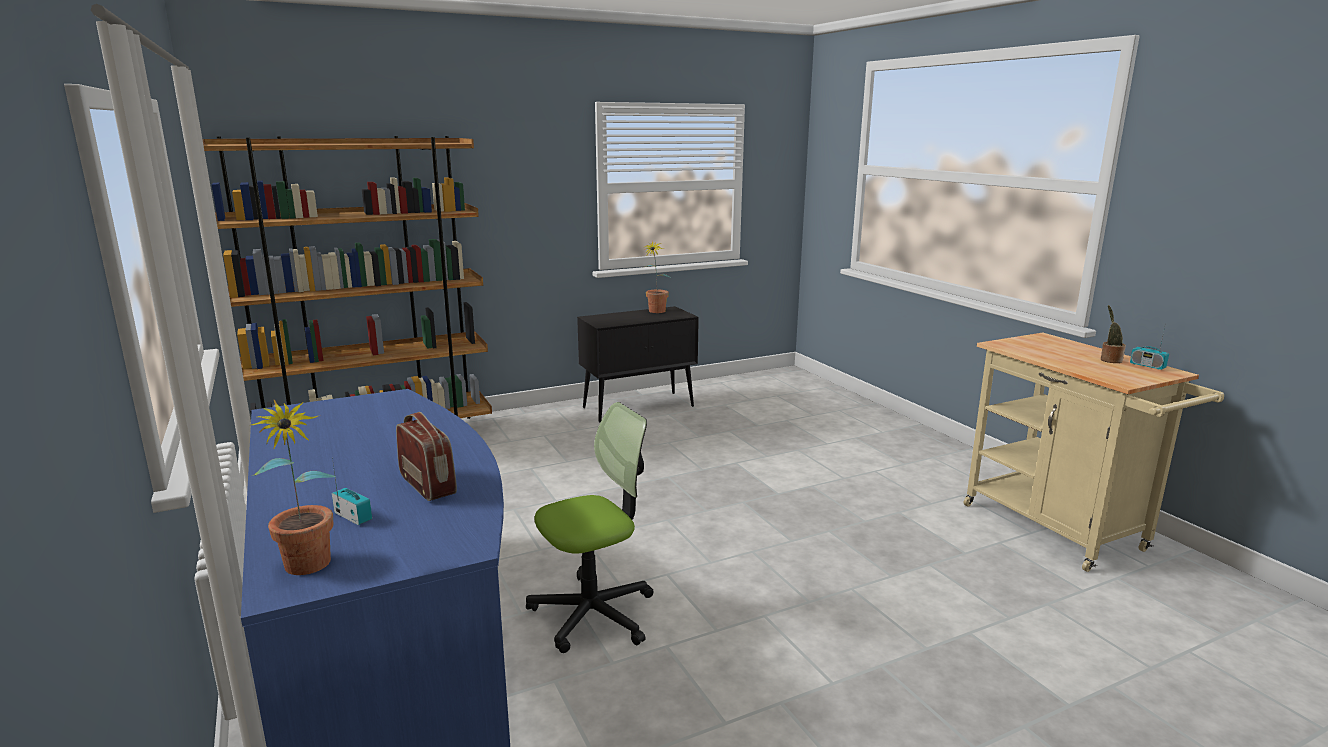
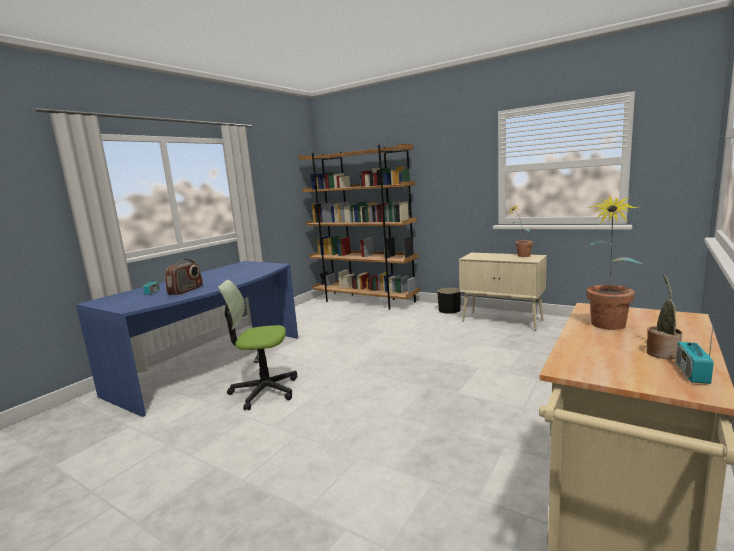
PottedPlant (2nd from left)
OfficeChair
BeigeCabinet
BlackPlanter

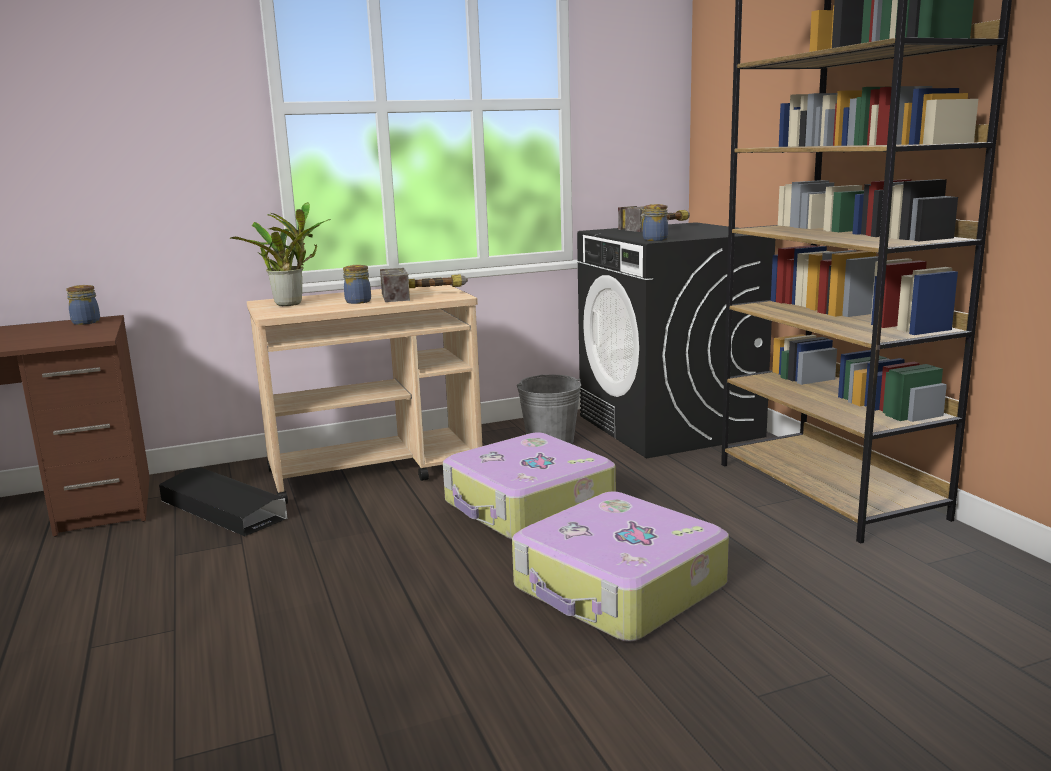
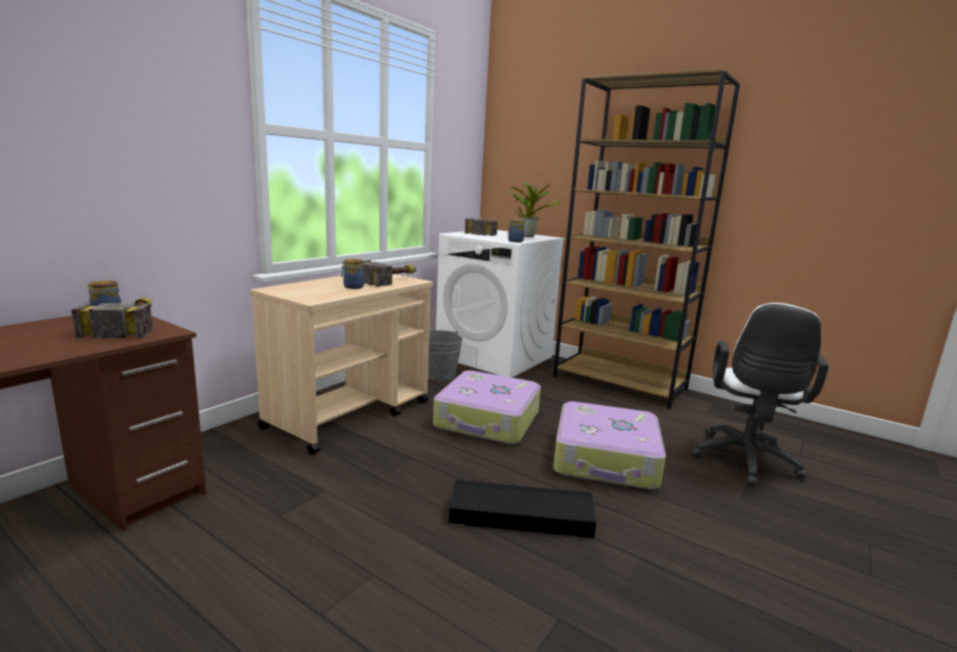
BlackStorageBox
PottedPlant
WhiteWashingMachine
Hammer (1st from left)
WhiteOfficeChair

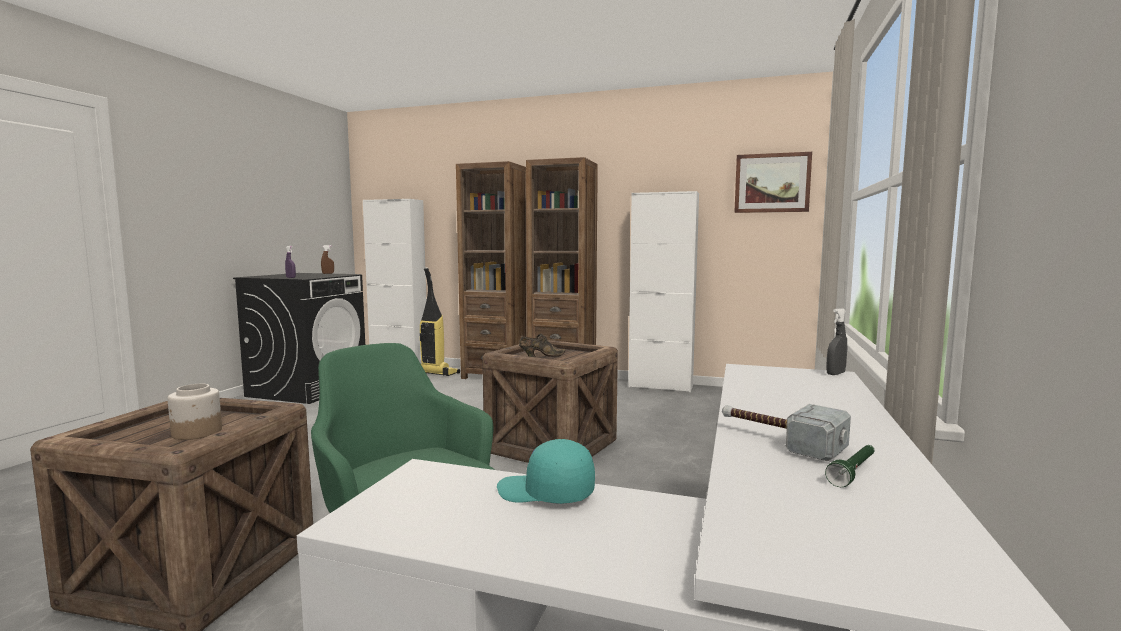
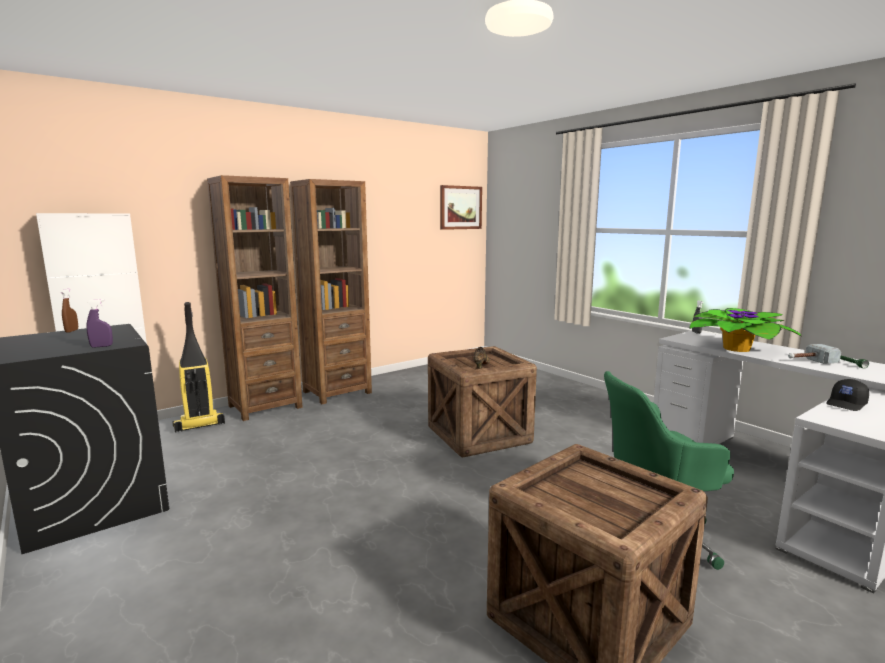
Jar
BlackCap
WhiteCabinet (2nd from left in the first image)
PottedPlant

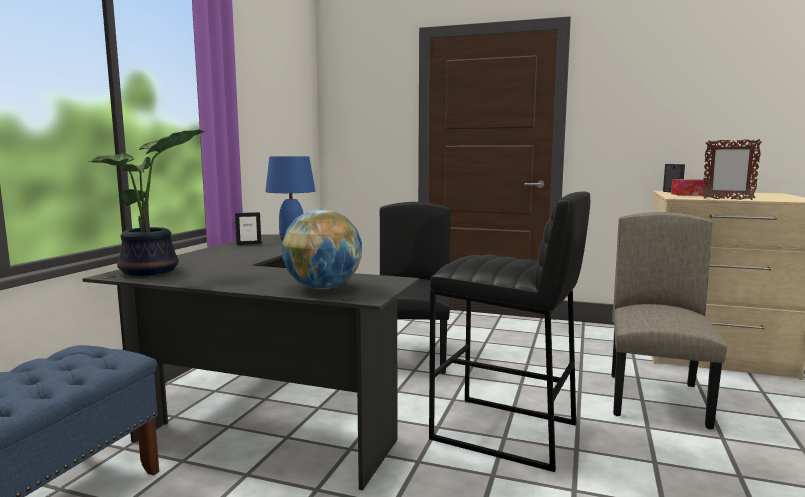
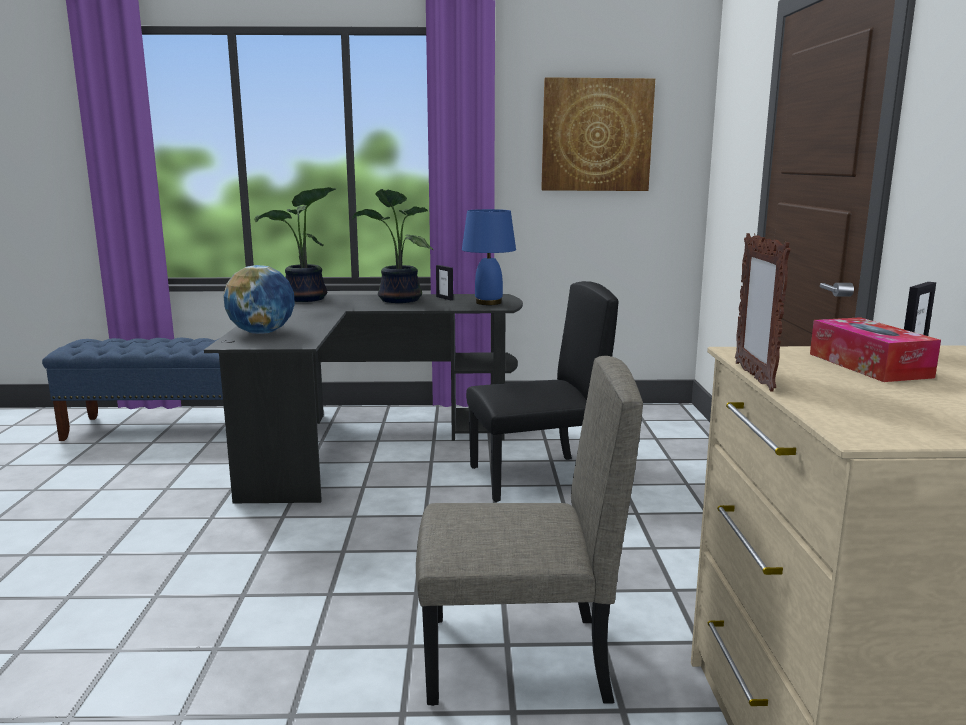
BlackStool
PottedPlant (2nd from left)
Picture

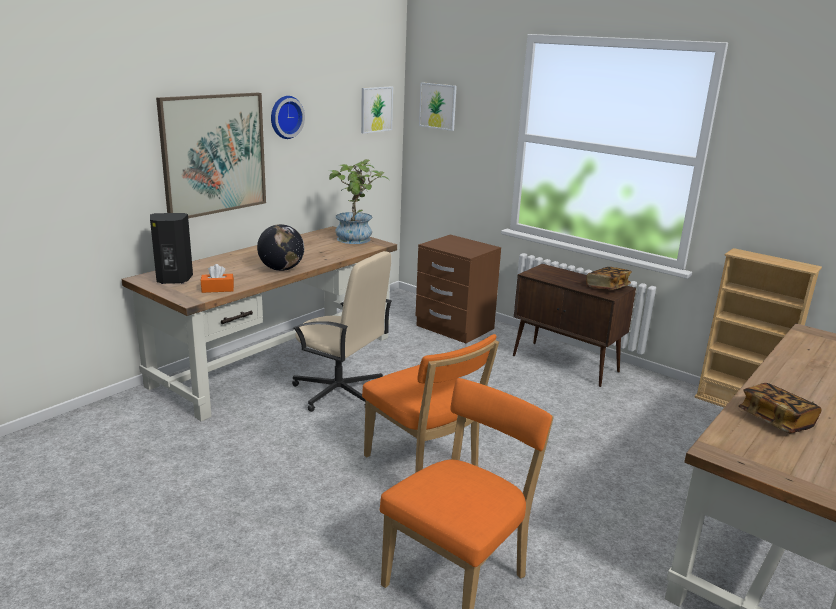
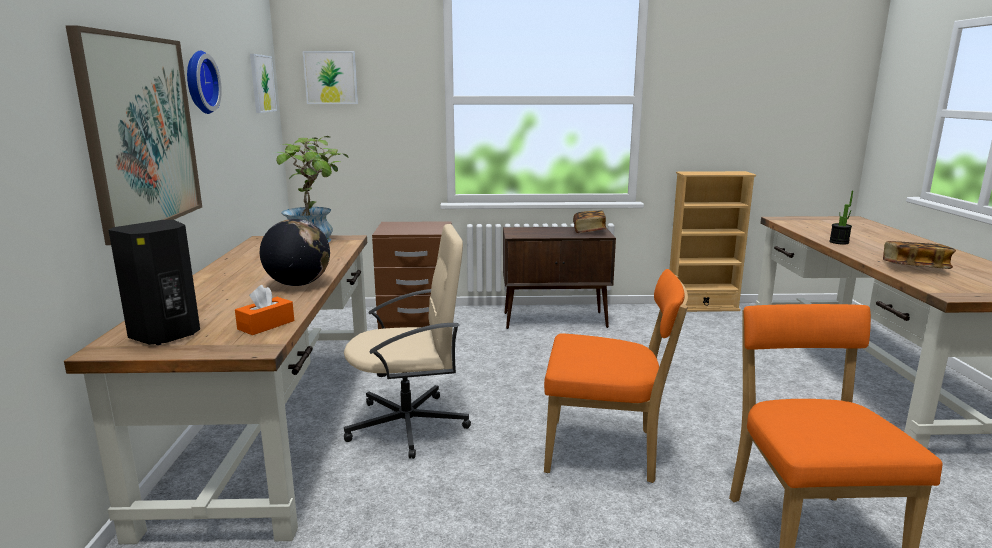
PottedPlant (2nd from left)

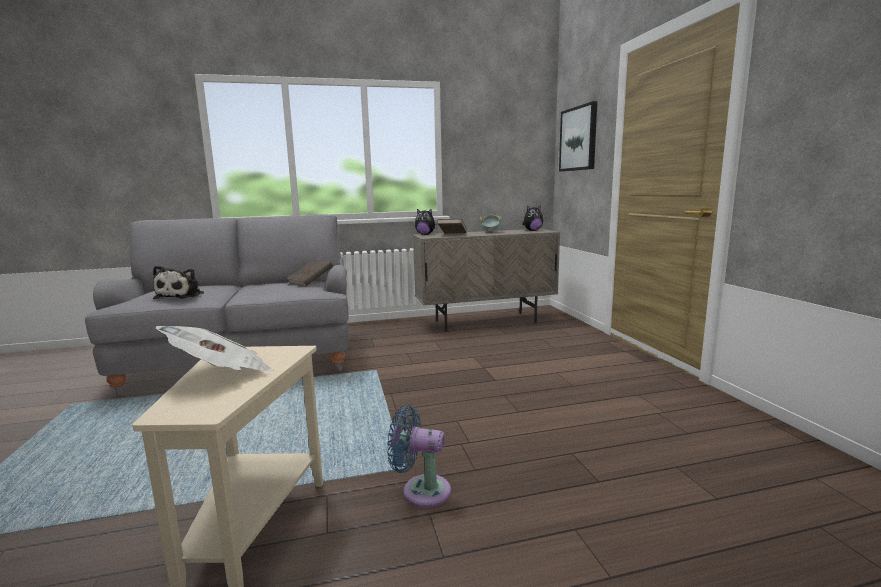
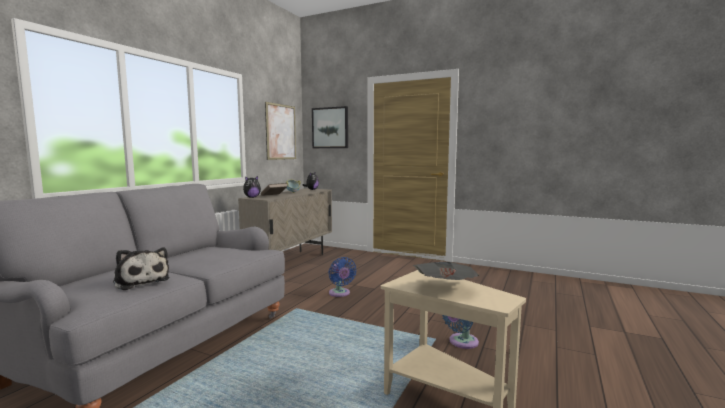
BrownBook (1st from left in the first image)
Picture (1st from left)
BlueFan (1st from left)

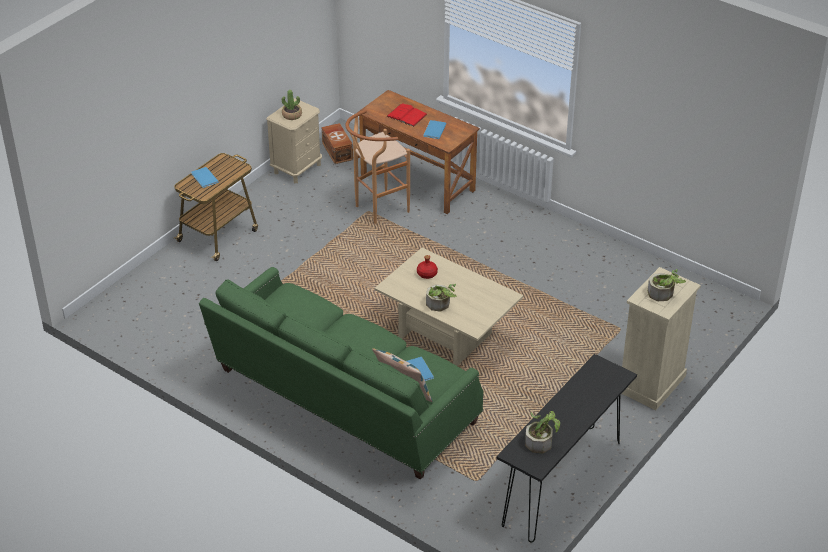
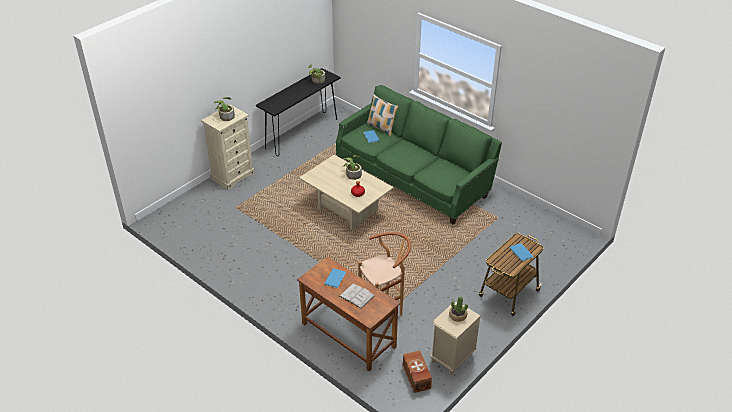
WhiteBook

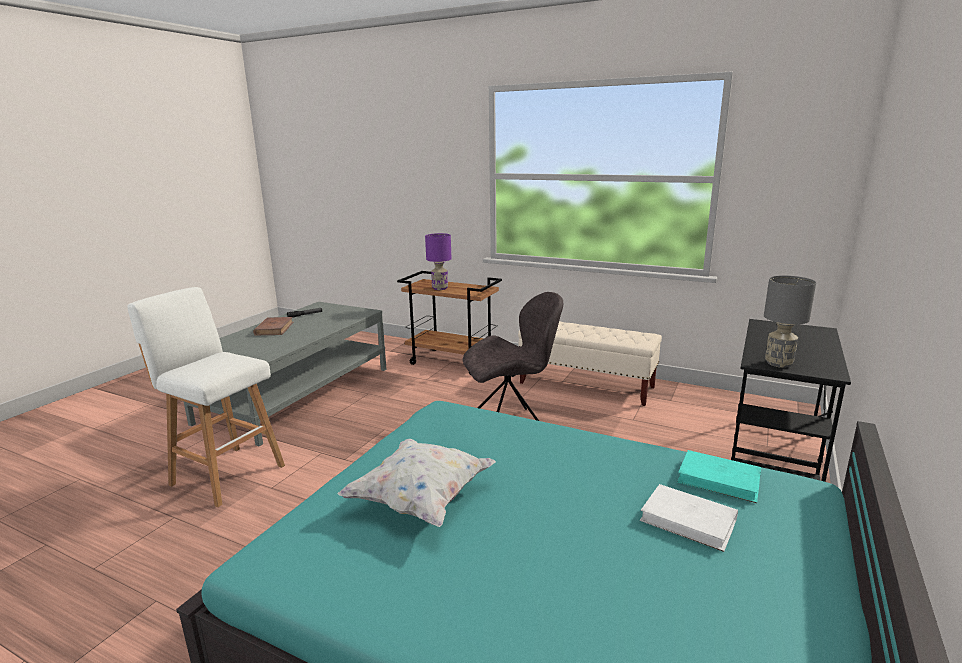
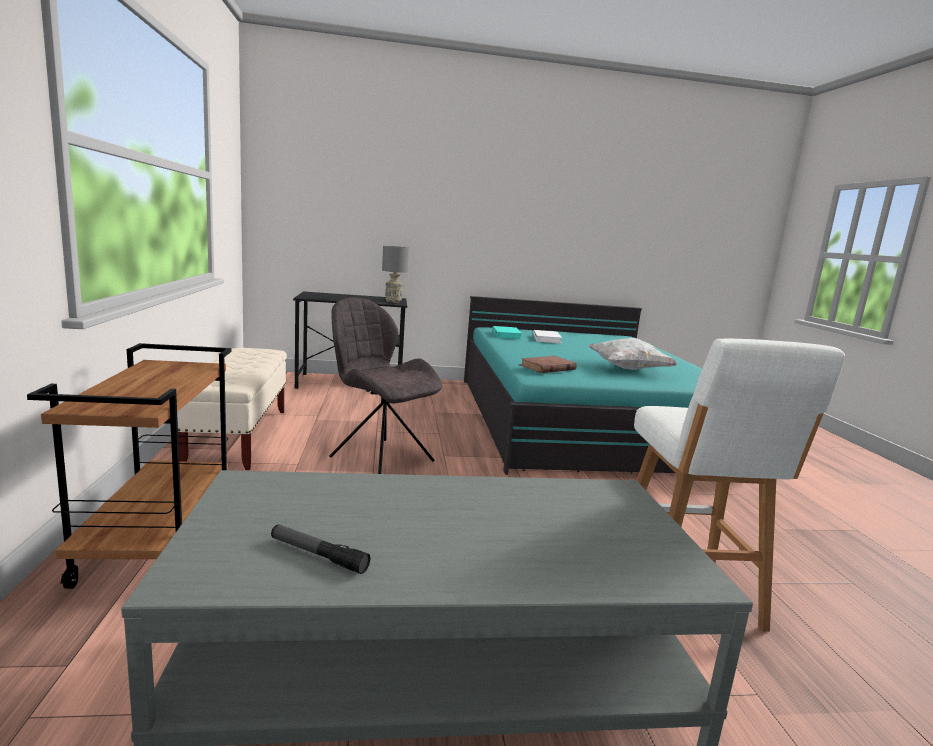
BrownBook
PurpleTableLamp

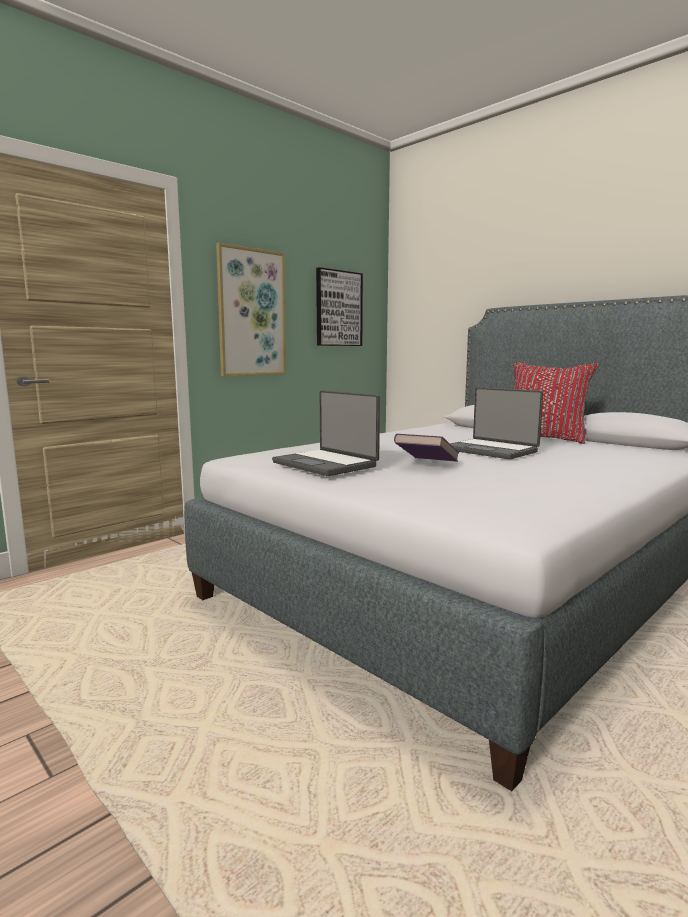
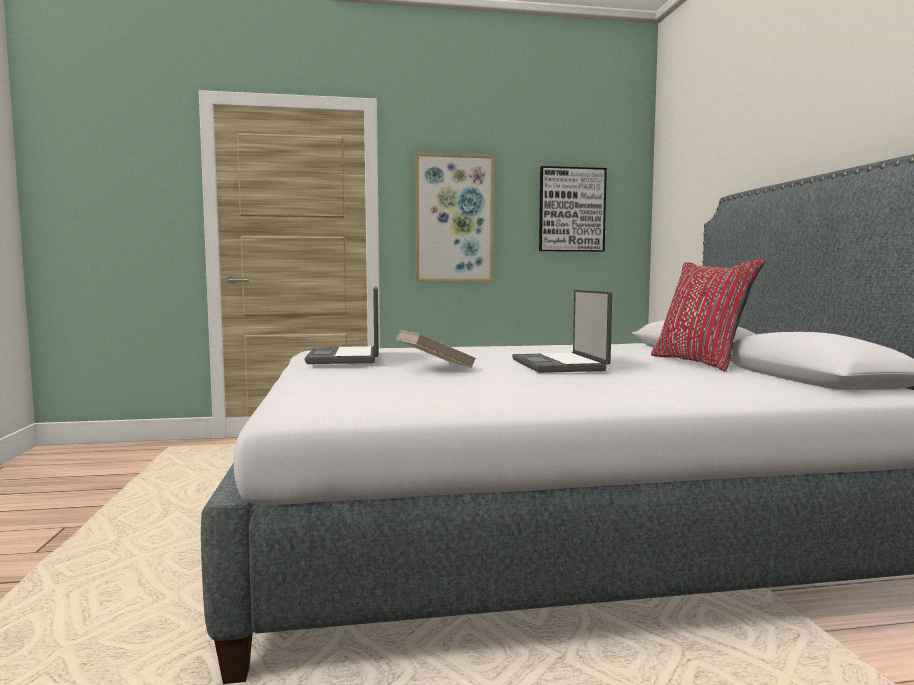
BeigeBook

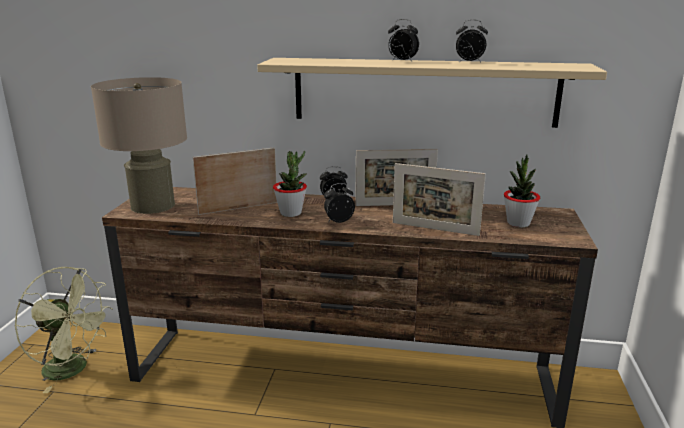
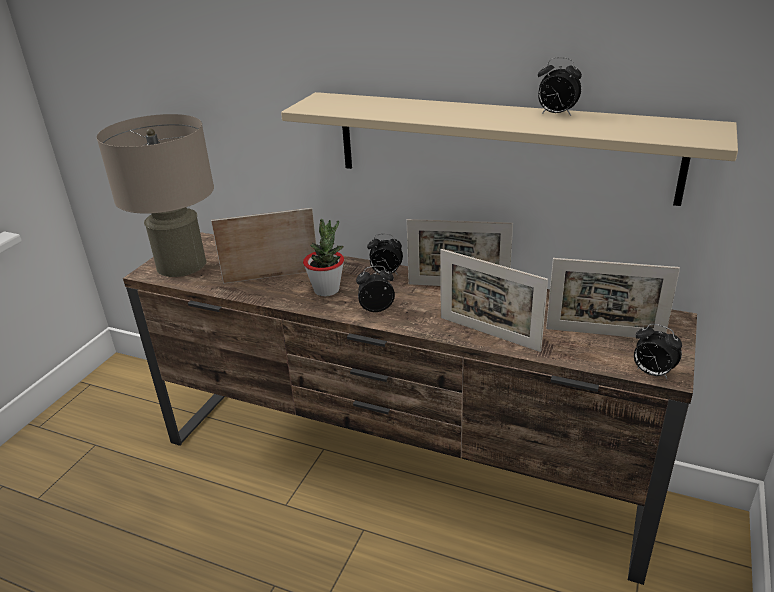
GreenFan
AlarmClock (4th from left)
PictureFrame (4th from left)

